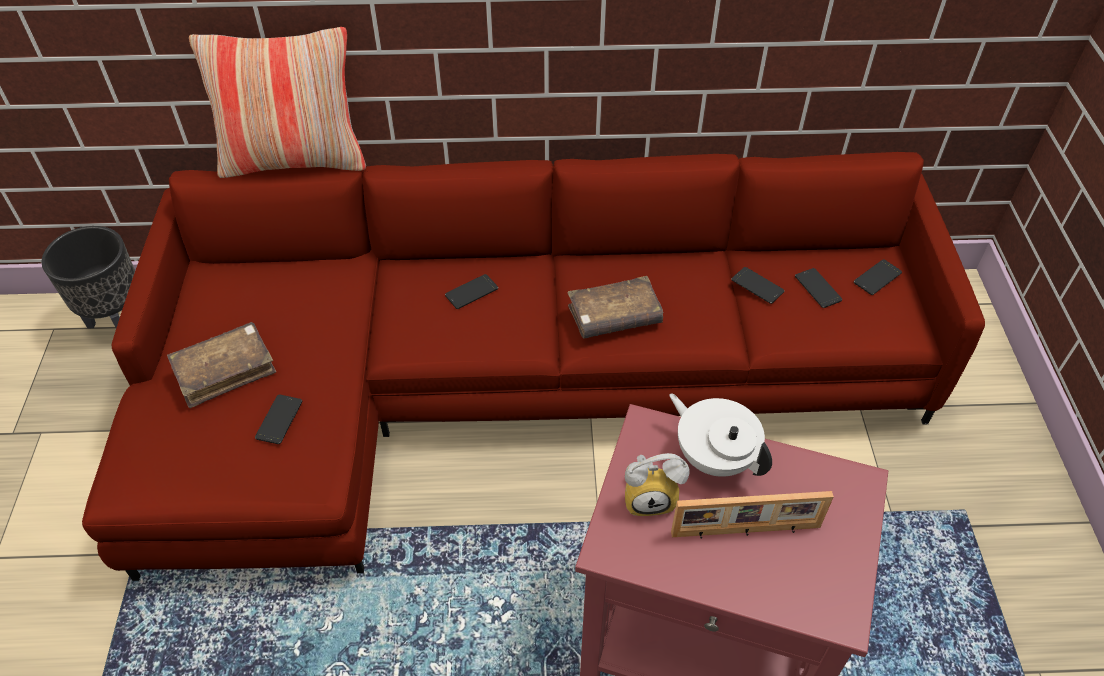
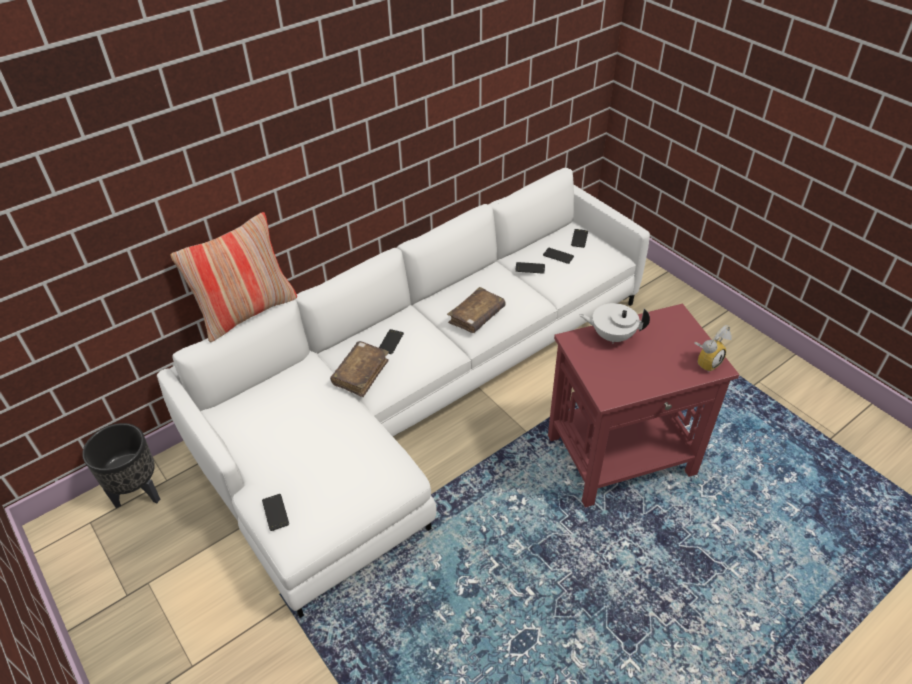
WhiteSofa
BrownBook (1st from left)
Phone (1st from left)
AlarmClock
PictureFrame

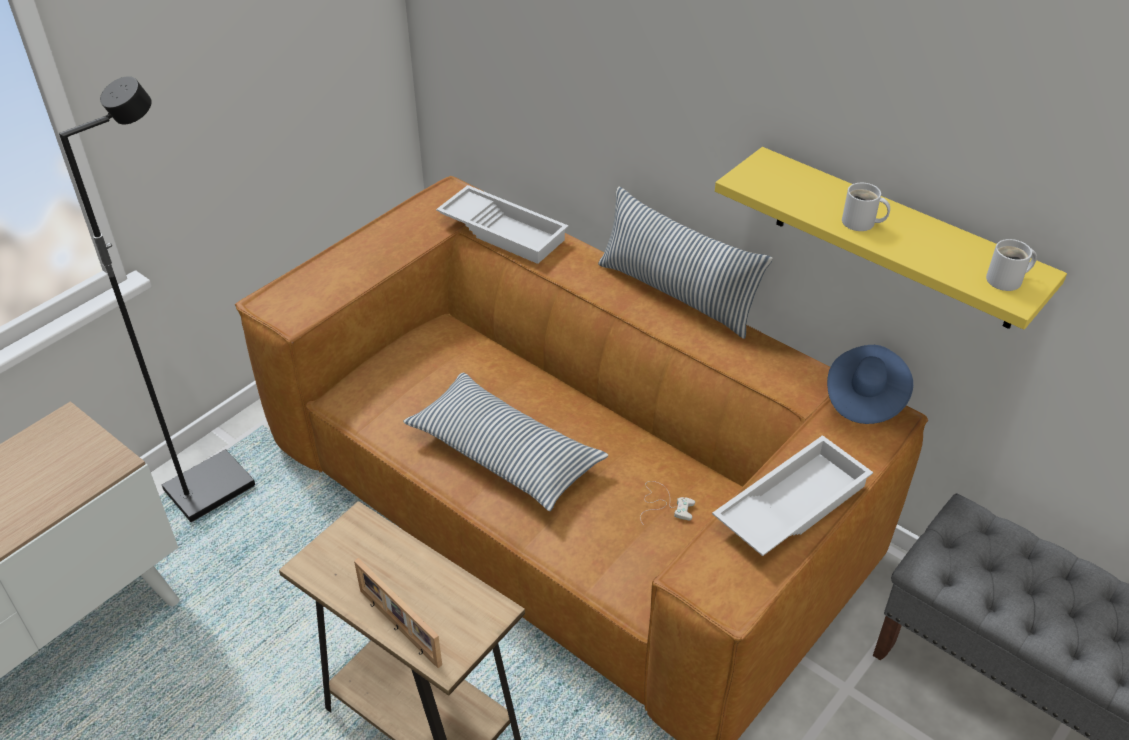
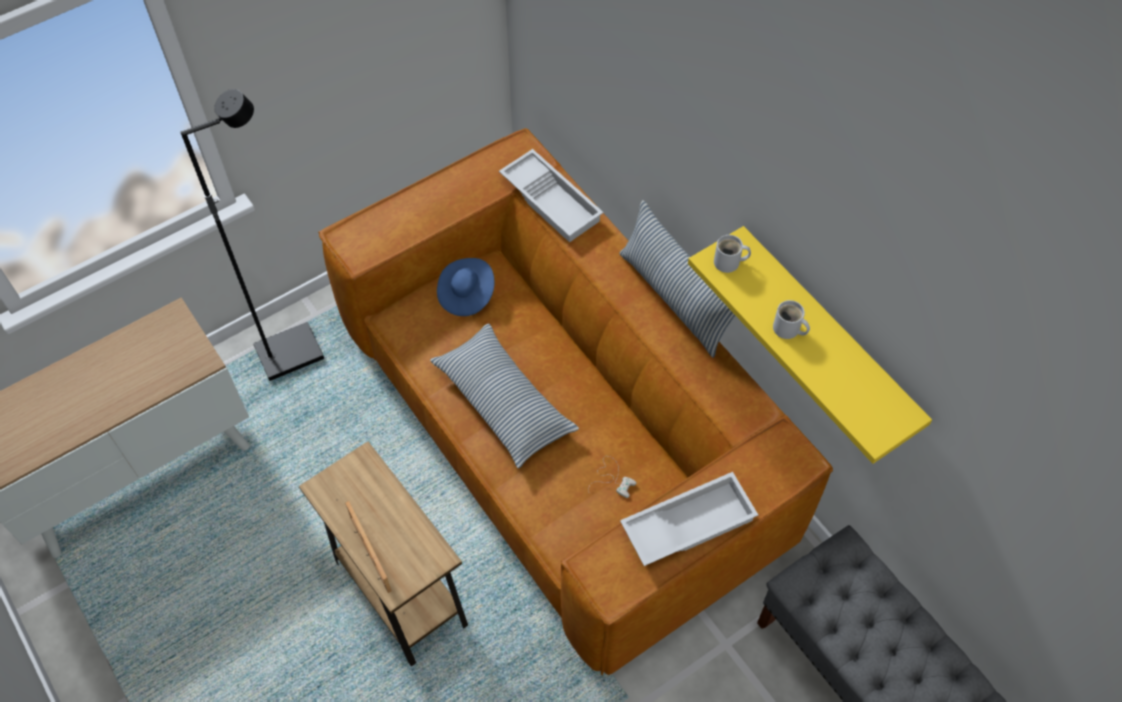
BlueHat
WhiteMug (1st from left)

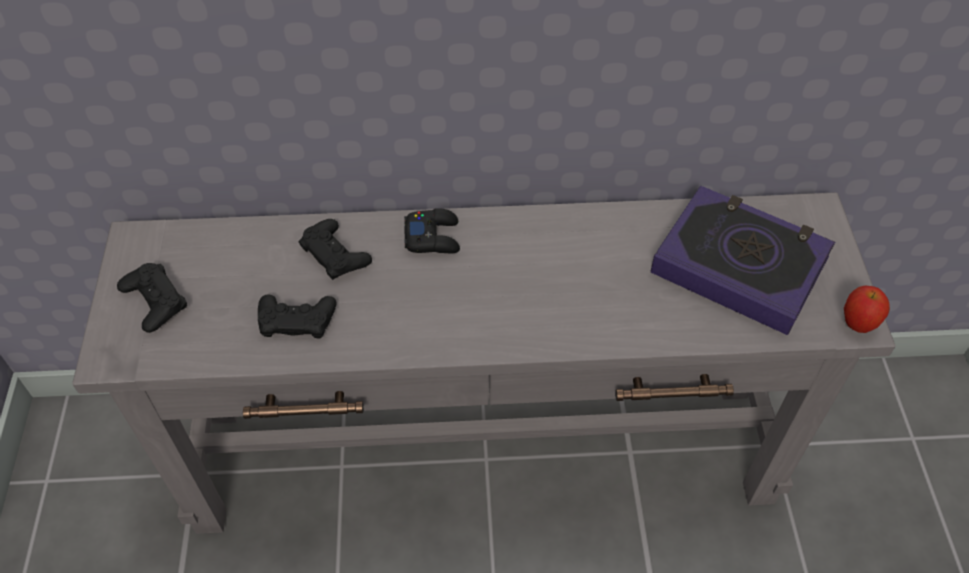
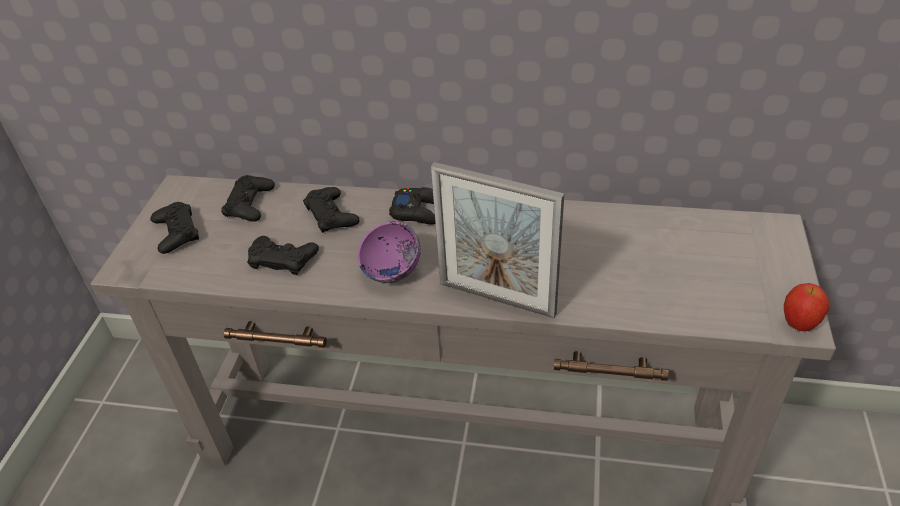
Book
BlackGameController (2nd from left)
PurpleBowl
PictureFrame

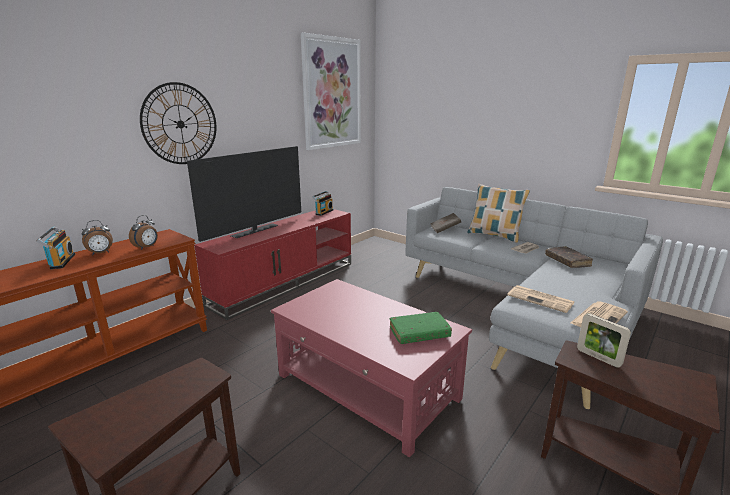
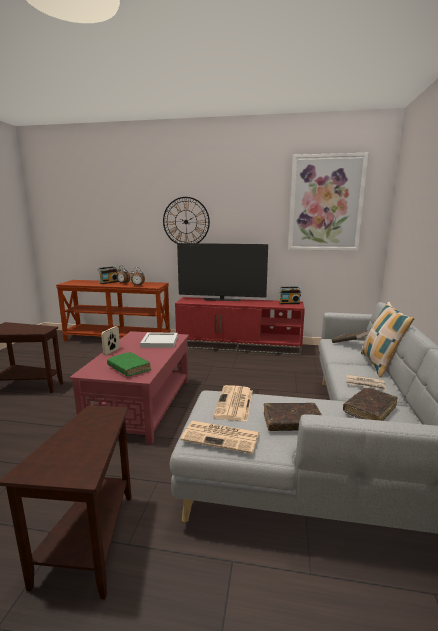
PictureFrame
WhiteTray
BrownBook (1st from left)

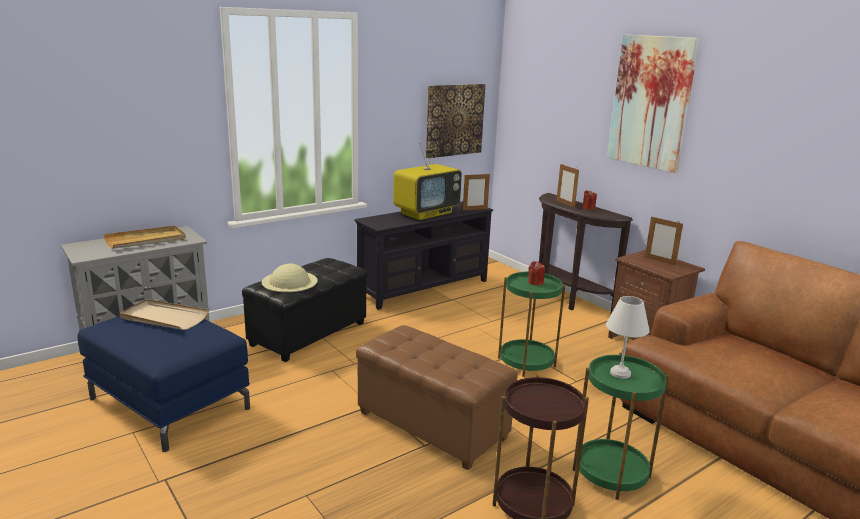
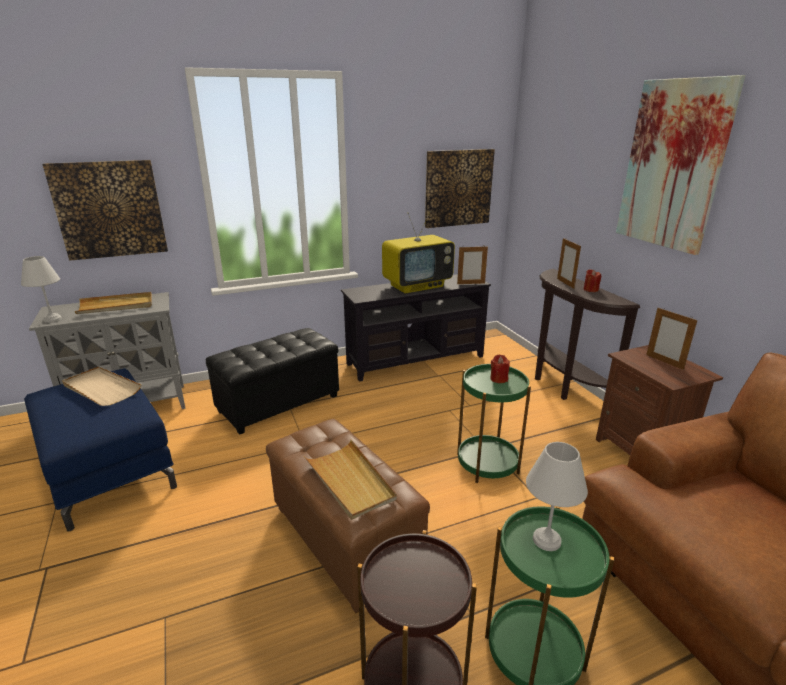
BeigeHat
WhiteTableLamp (1st from left)
Picture (1st from left)
BeigeTray (3rd from left)

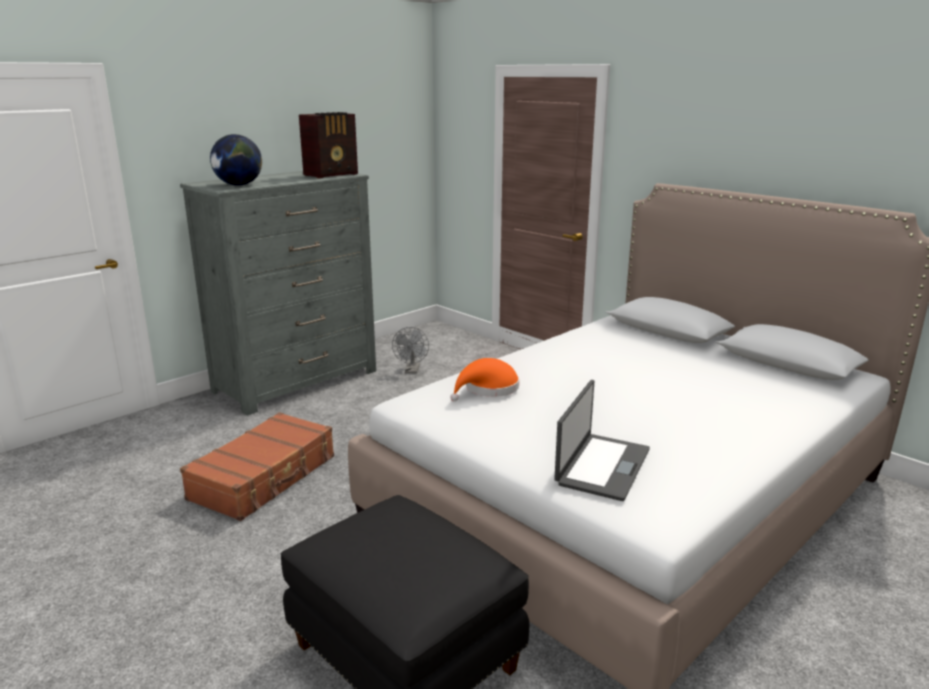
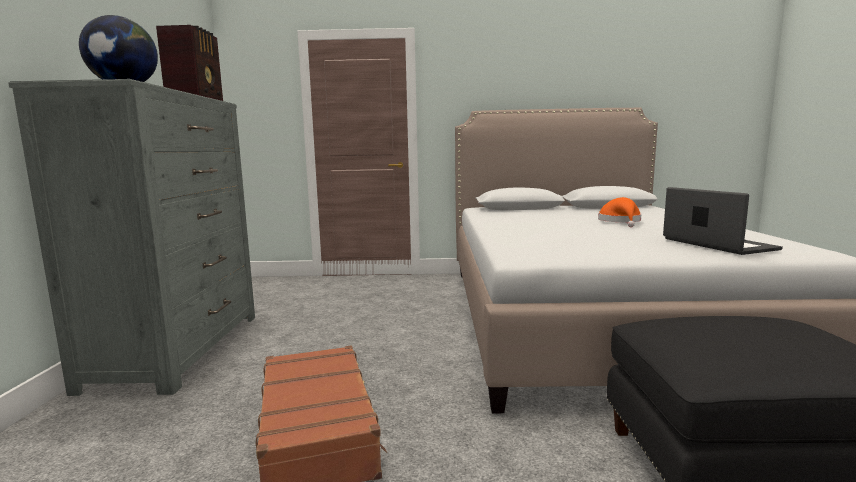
GreyFan
OrangeHat

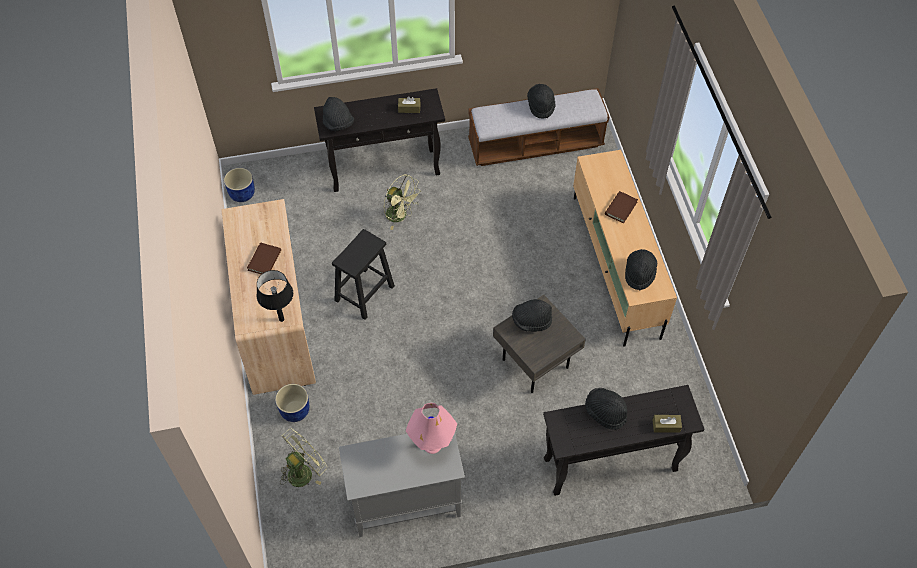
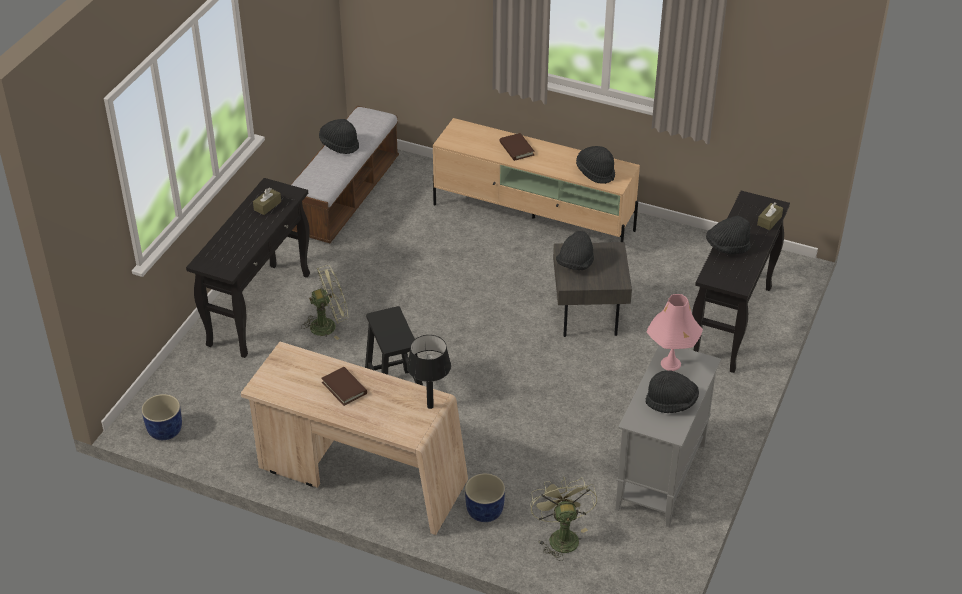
BlackHat (4th from left)

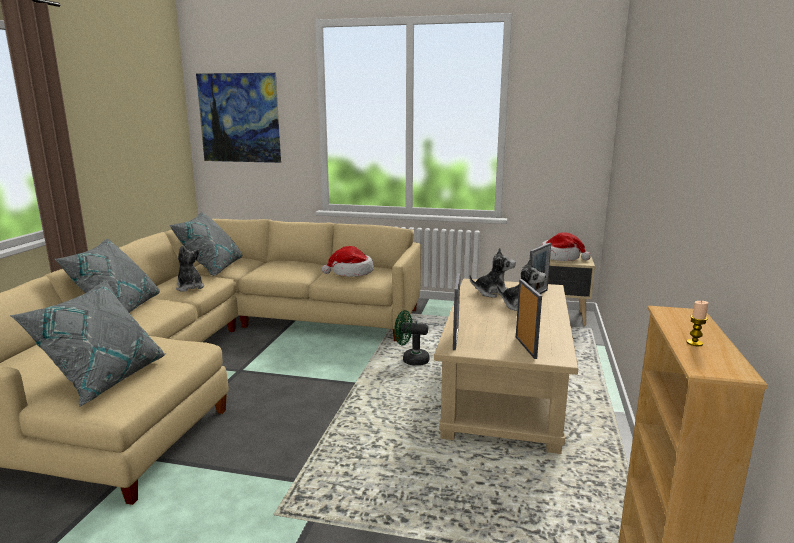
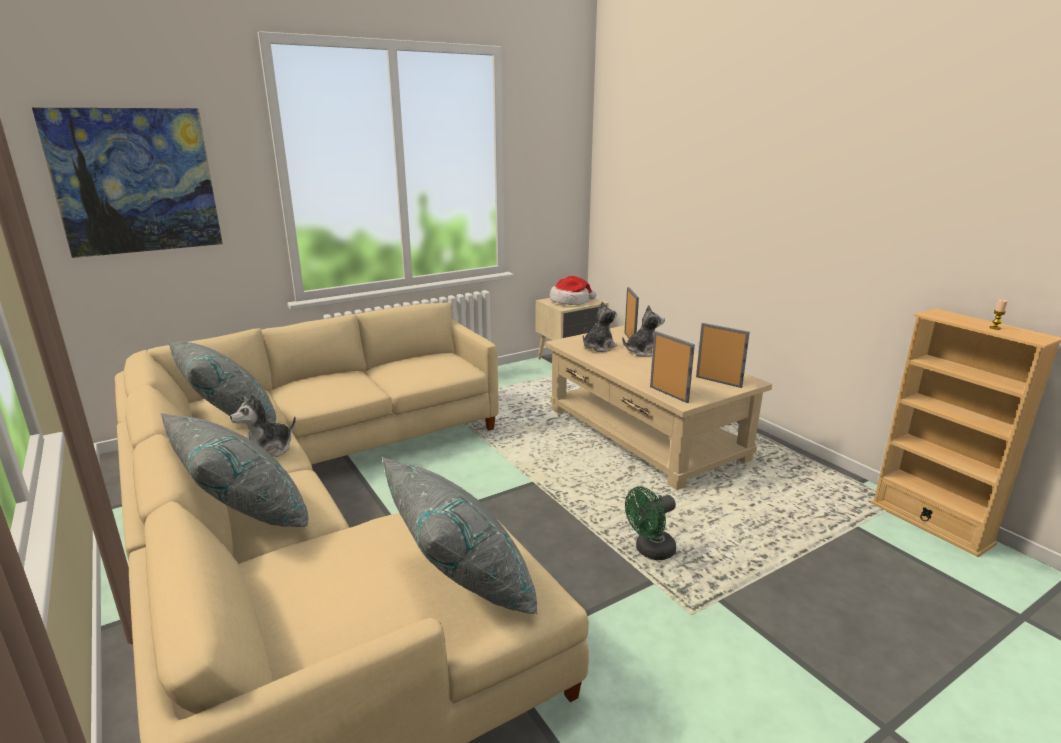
PlushToy (1st from left)
Hat (1st from left in the first image)
GreenFan

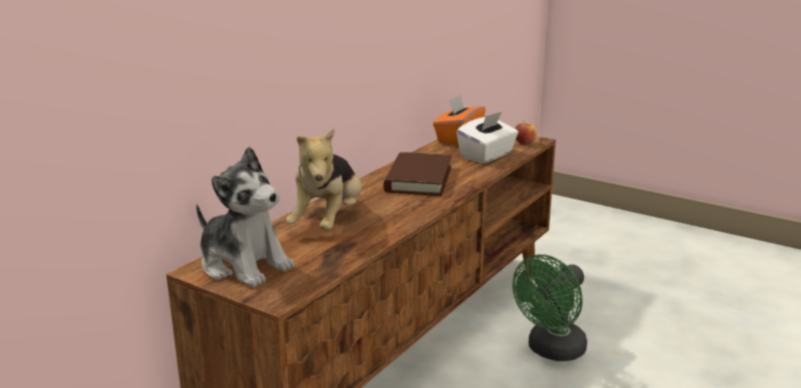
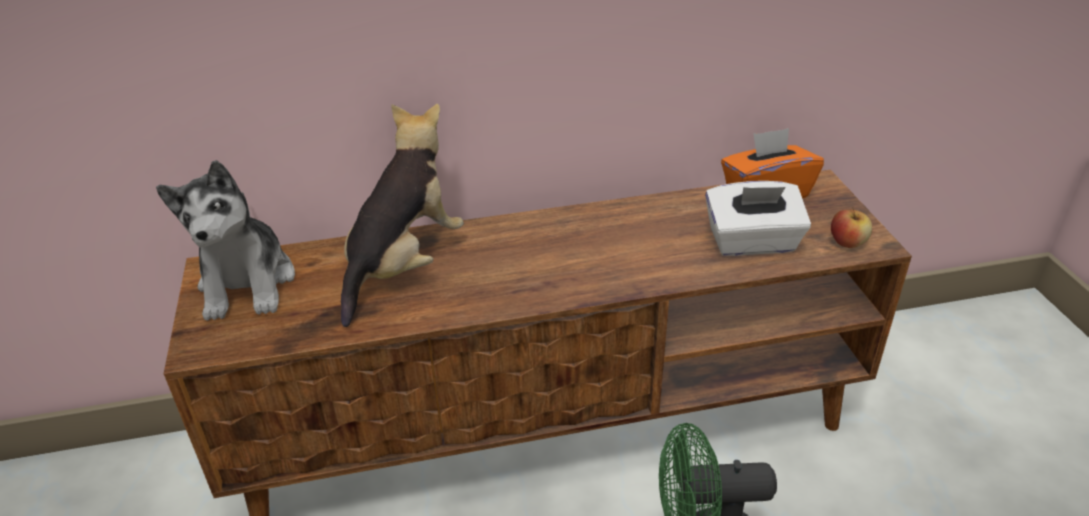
PlushToy (2nd from left)
BrownBook

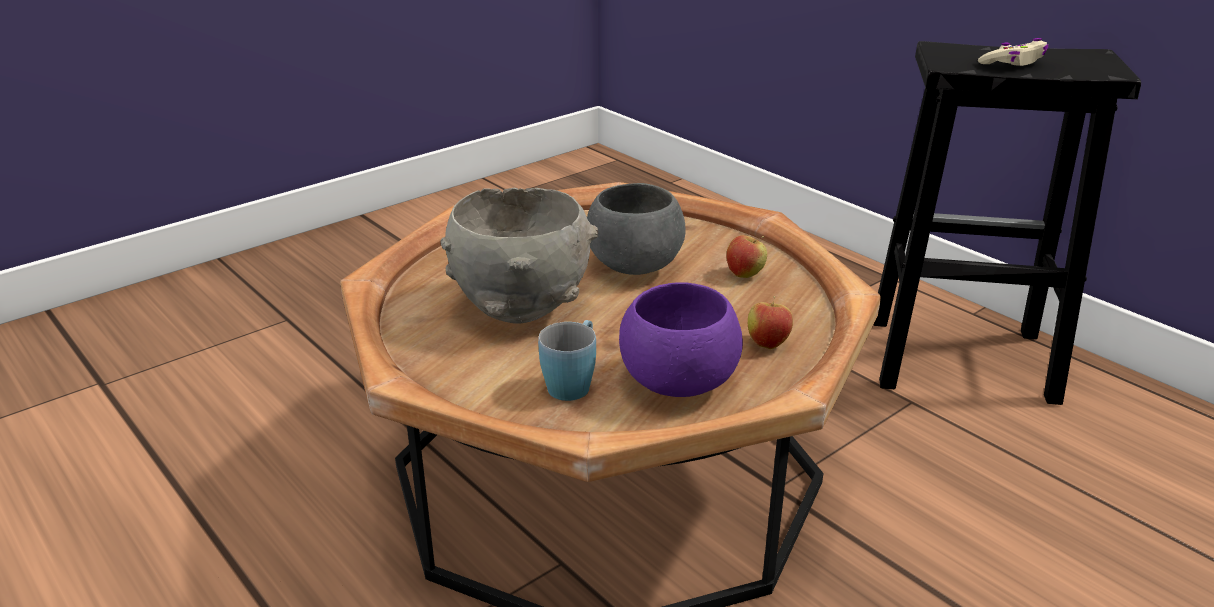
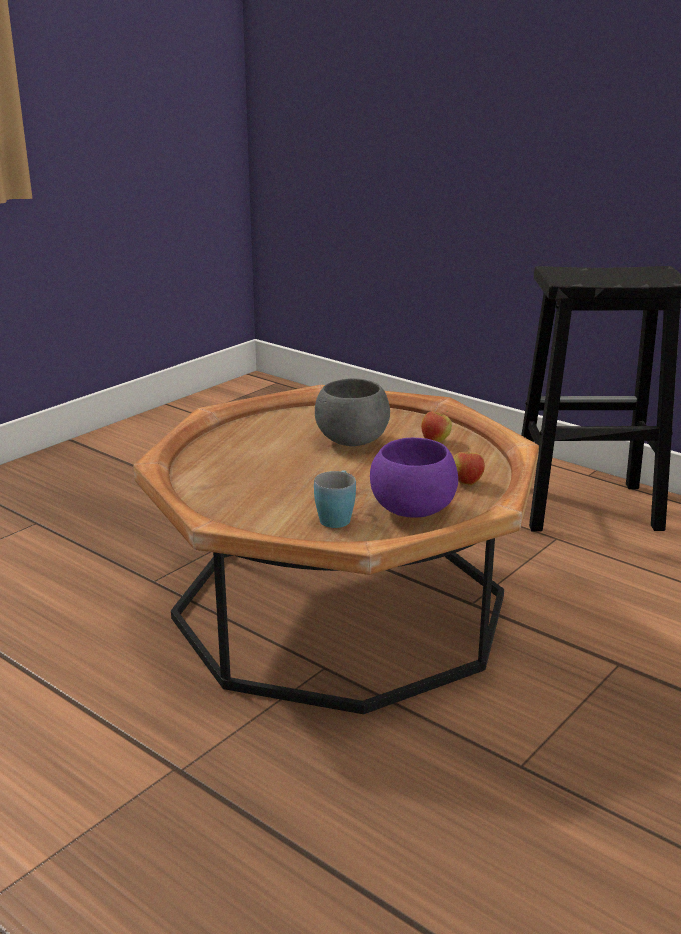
GreyBowl (1st from left in the first image)
BeigeGameController

